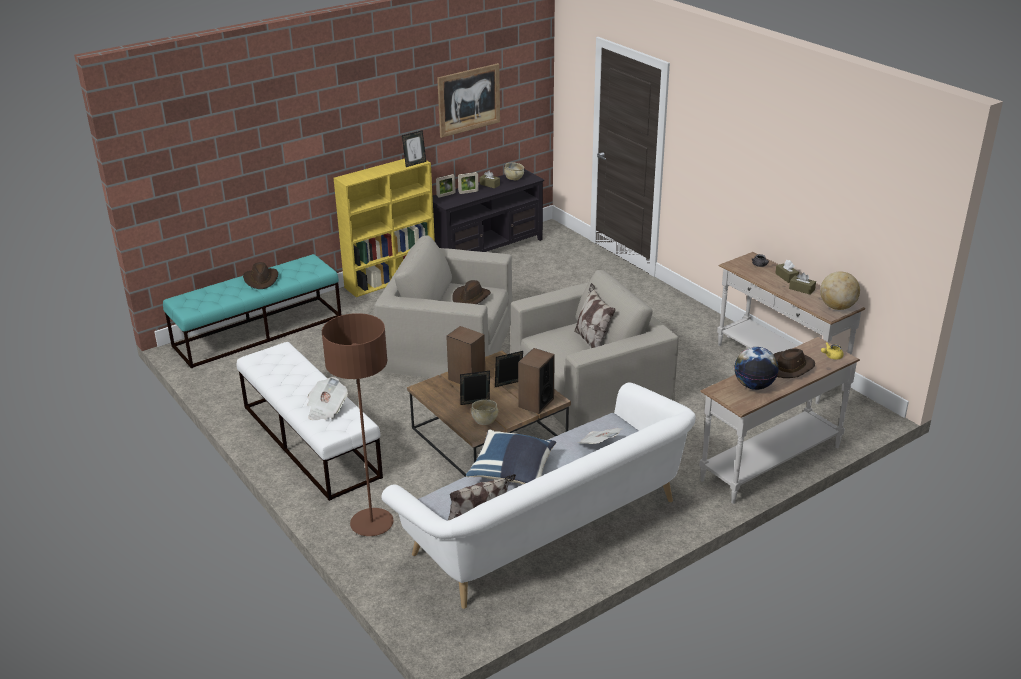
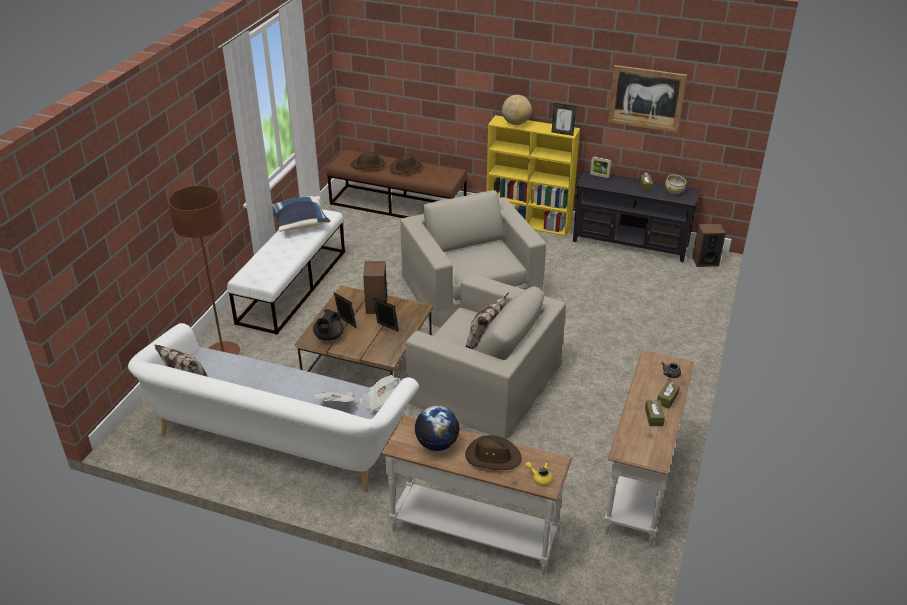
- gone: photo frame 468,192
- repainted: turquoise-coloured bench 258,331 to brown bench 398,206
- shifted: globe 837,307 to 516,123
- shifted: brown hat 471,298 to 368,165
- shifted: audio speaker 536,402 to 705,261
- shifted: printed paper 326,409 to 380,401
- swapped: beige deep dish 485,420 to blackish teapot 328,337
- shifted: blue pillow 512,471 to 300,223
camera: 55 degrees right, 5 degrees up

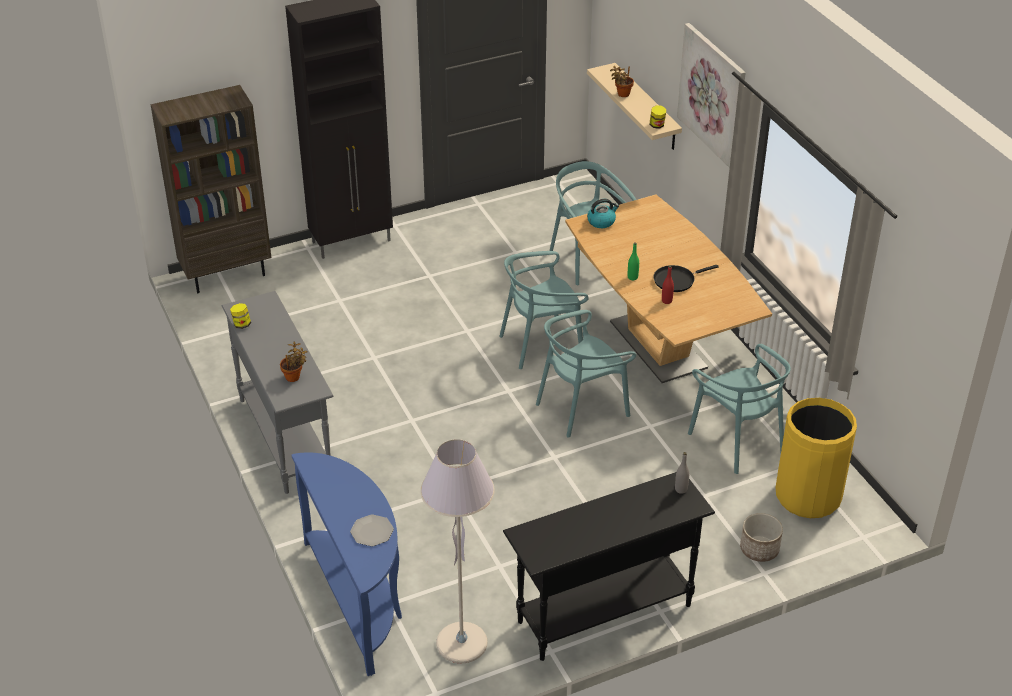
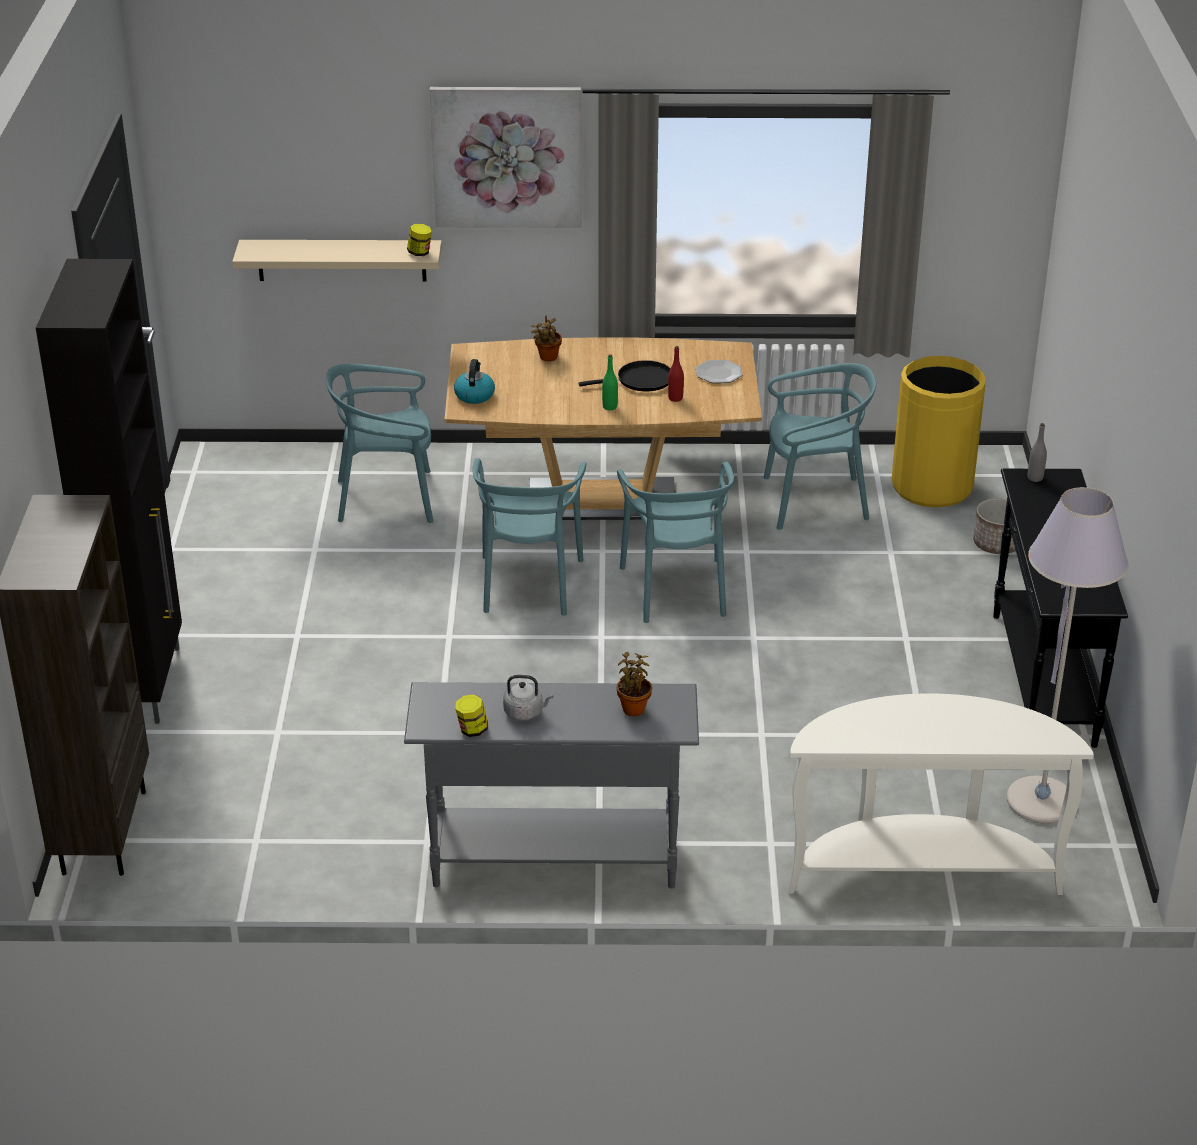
- shifted: plant in a pot 622,94 to 547,358
- rotated: blackish frying pan 676,280 = 640,380 105 degrees counterclockwise
- repainted: blue narrow table 359,599 to white narrow table 921,869
- shifted: plate 372,531 to 718,373
- new: gray tea kettle 525,713
camera: 65 degrees left, 5 degrees down

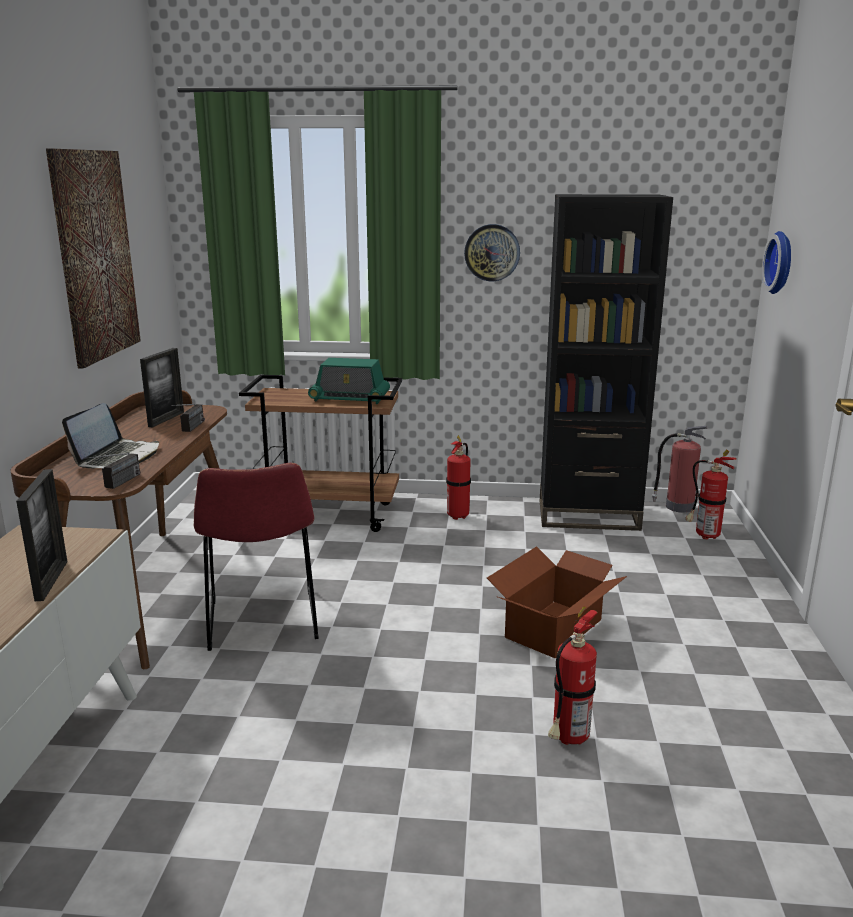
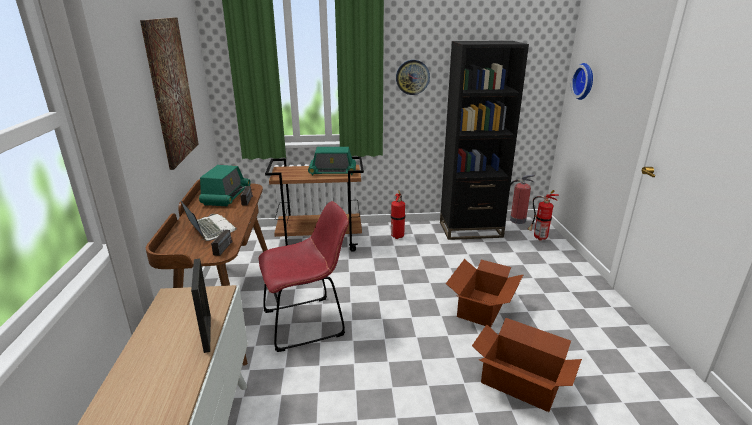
- swapped: photo frame 166,419 to radio 226,196
- rotated: notebook computer 118,457 = 209,229 45 degrees counterclockwise
- rotated: reddish chair 263,622 = 308,322 90 degrees counterclockwise
- swapped: fire-fighting cylinder 568,740 to cardboard box 519,382
camera: 10 degrees left, 5 degrees up

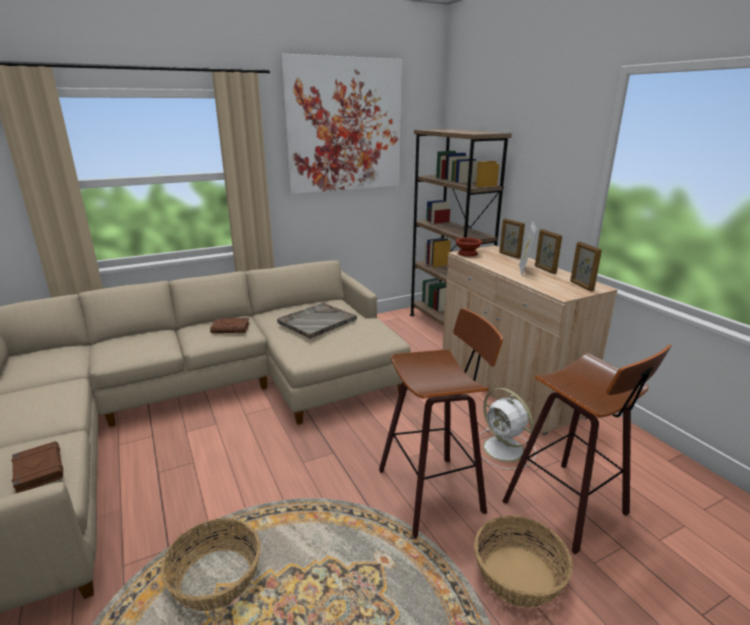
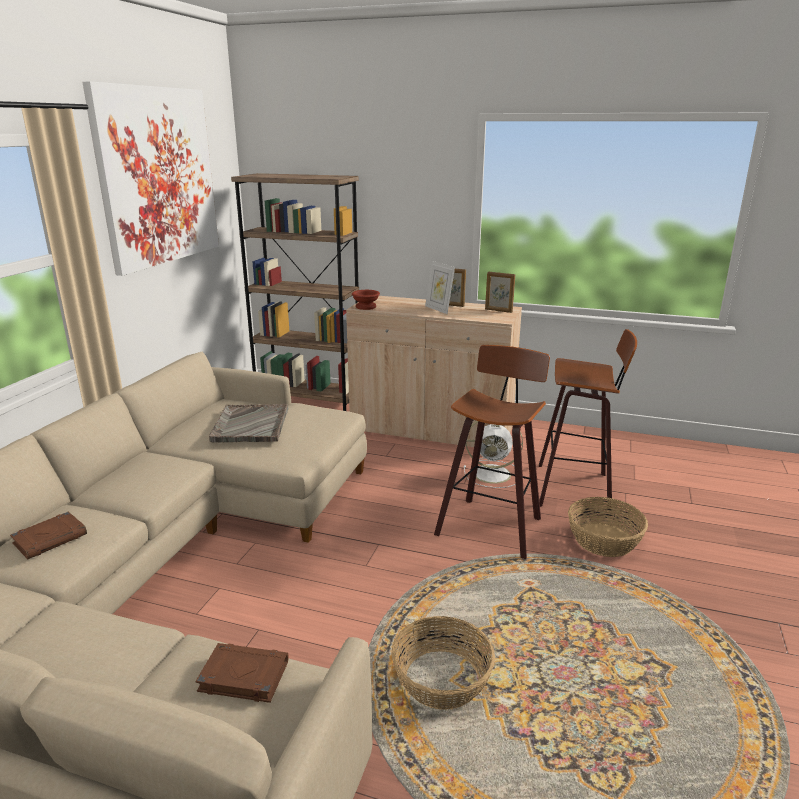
- gone: photo frame 509,255
- shifted: brown bound book 231,328 to 51,539
camera: 45 degrees left, 0 degrees up

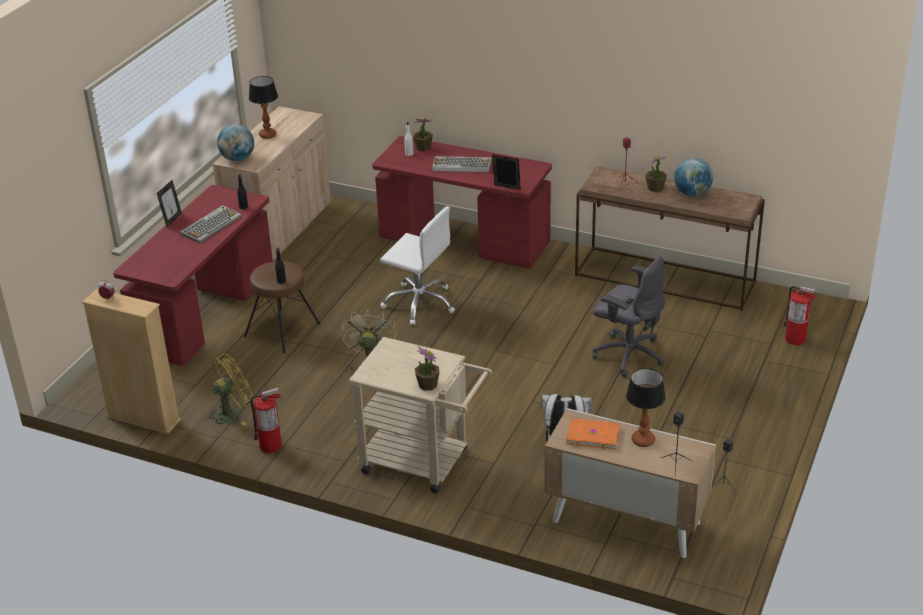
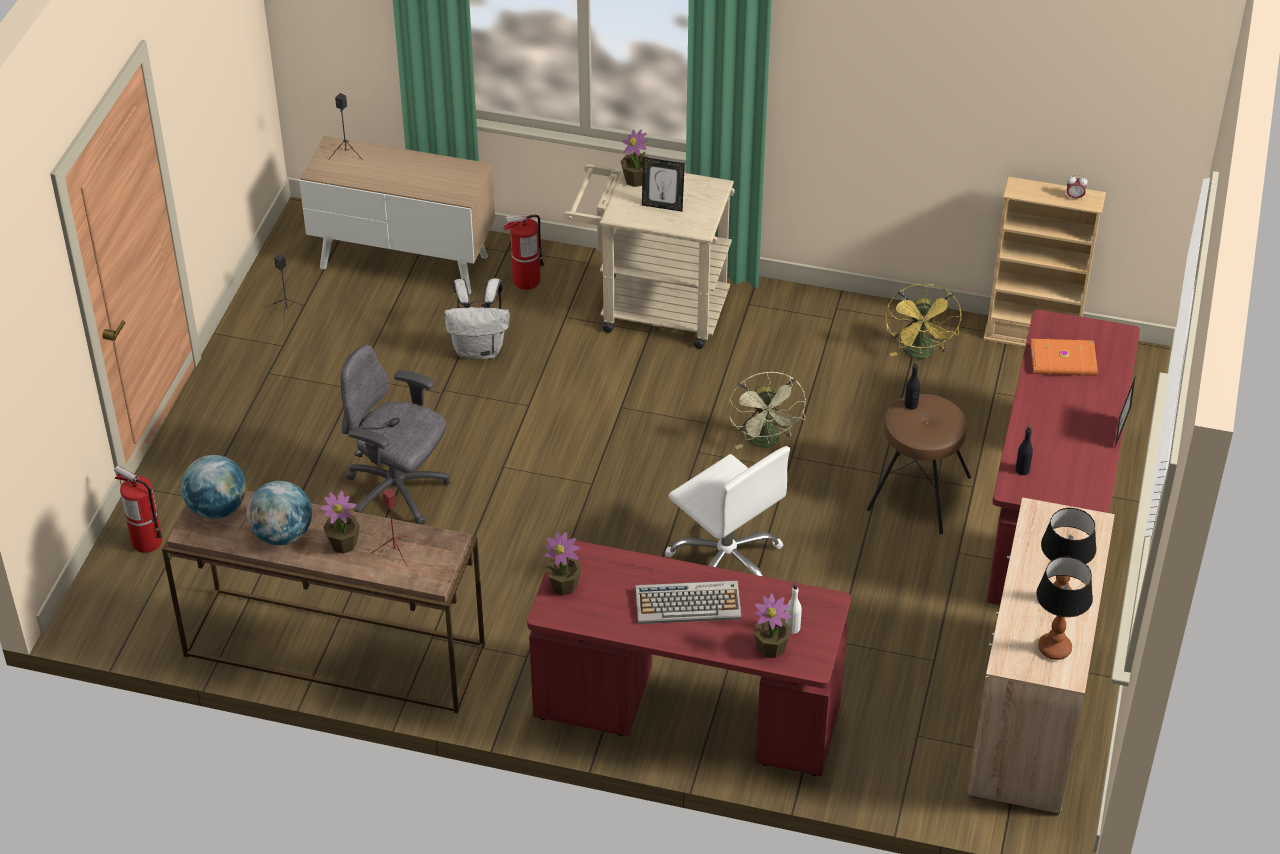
- shifted: globe 237,159 to 217,508
- shifted: photo frame 506,188 to 662,206
- gone: PC keyboard 211,225
- rotated: white desk chair 420,303 = 727,563 150 degrees counterclockwise
- rotated: yellow fan 232,414 = 920,353 45 degrees counterclockwise
- shifted: lamp for a table 643,440 to 1053,648
- shifted: fire-fighting cylinder 271,446 to 526,281
- shifted: orangey bound book 592,435 to 1063,361
- new: plant in a pot 564,585
camera: 170 degrees right, 10 degrees up

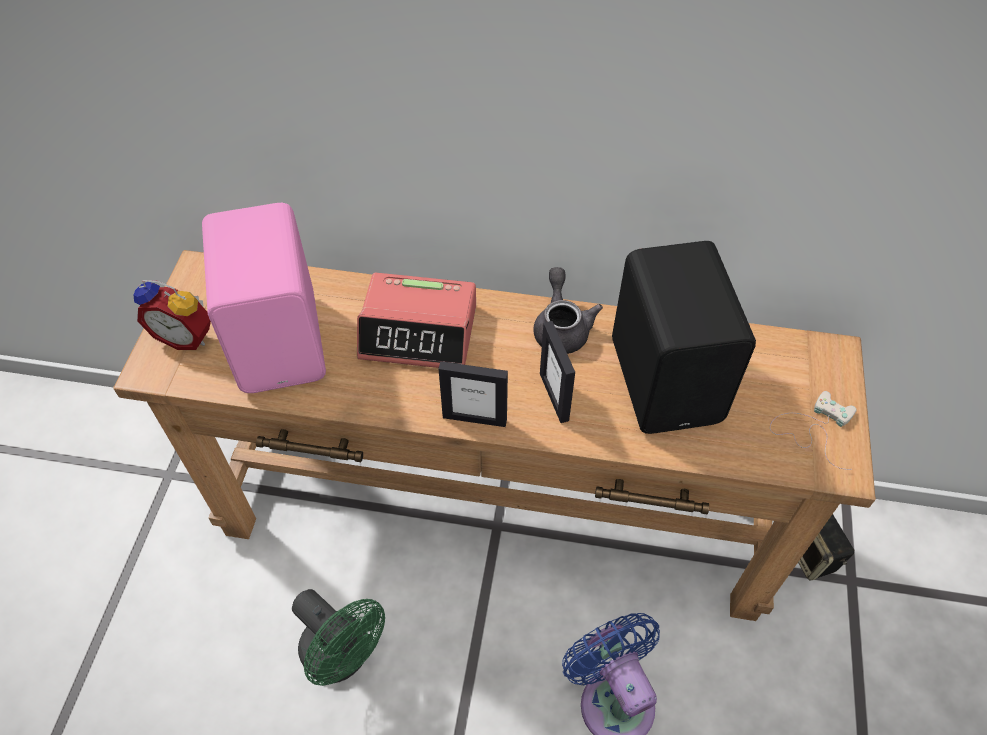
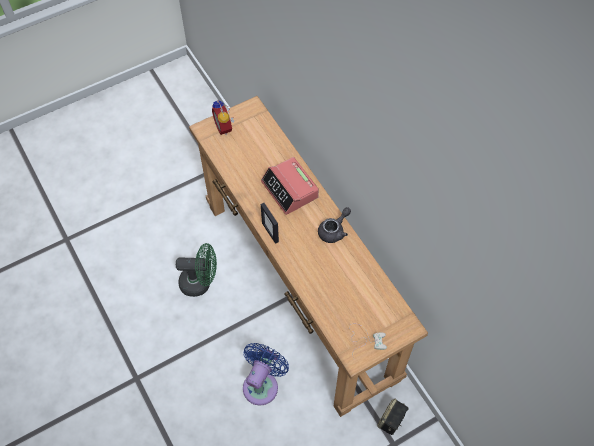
- gone: pink-coloured audio speaker 283,341
- gone: blackish audio speaker 668,379
- gone: photo frame 554,396
- rotated: greenish fan 344,656 = 200,283 90 degrees counterclockwise
camera: 50 degrees right, 5 degrees up

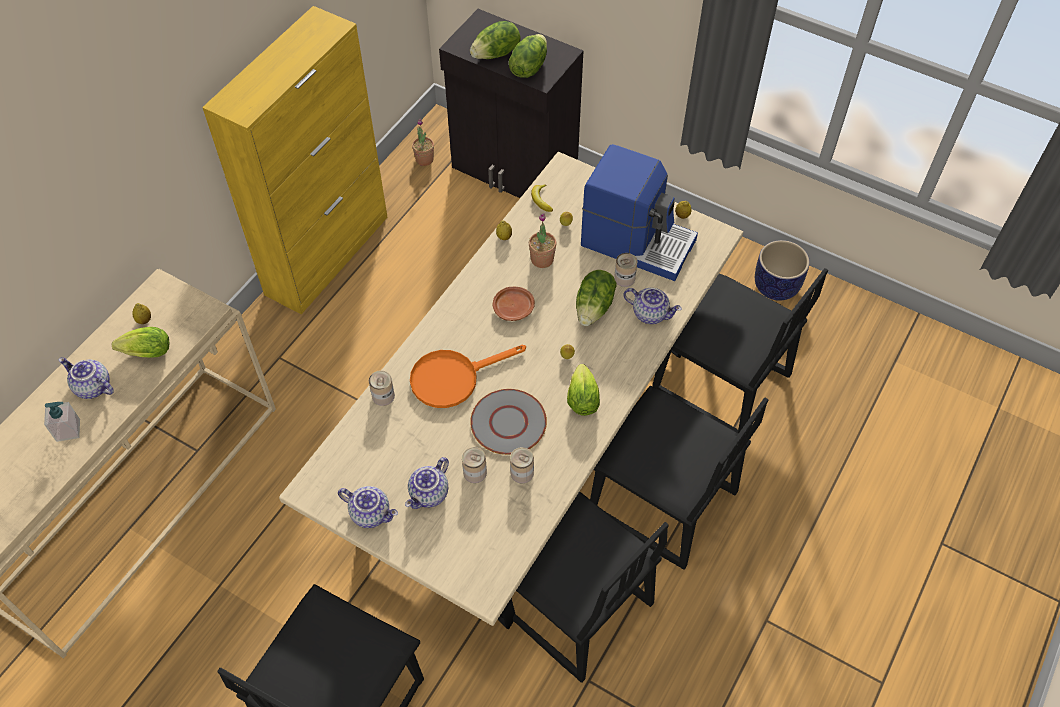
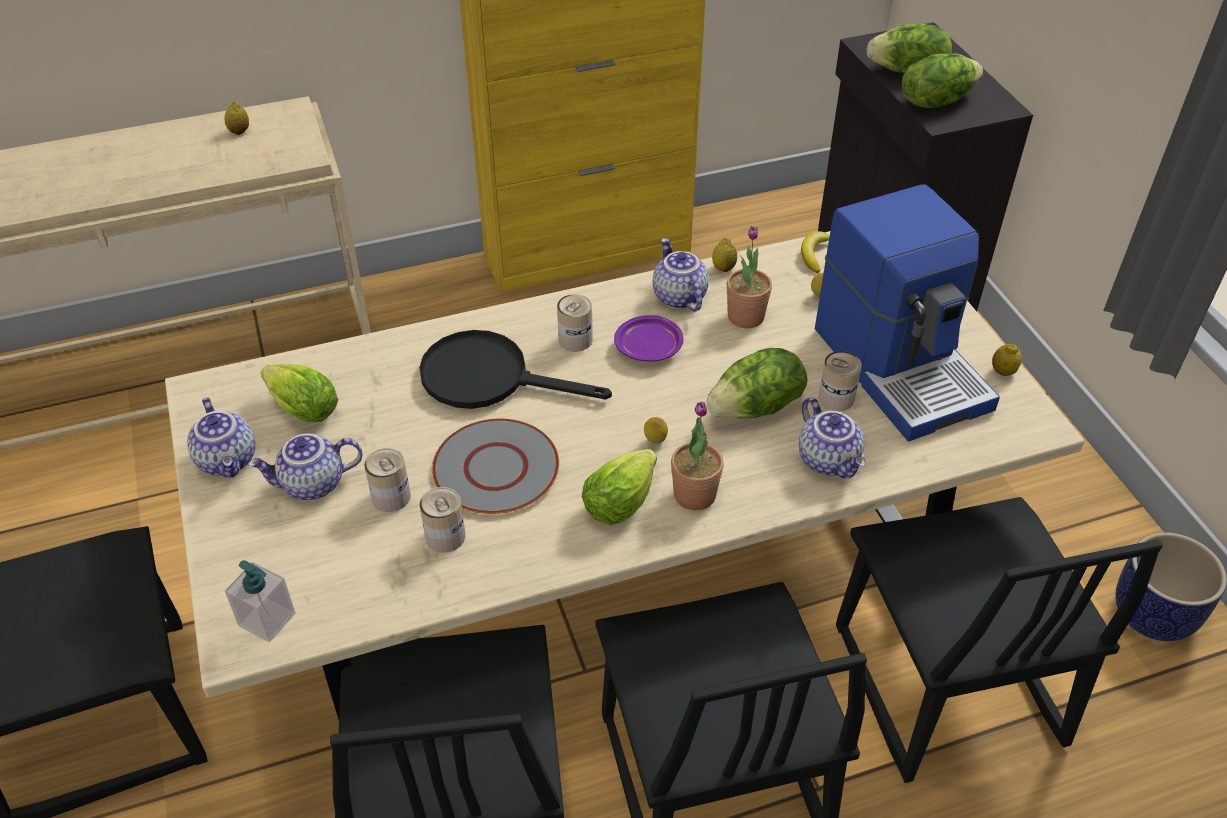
- shifted: plant in a pot 424,159 to 694,494
- repainted: brown plate 513,308 to purplish plate 649,348
- shifted: lettuce 144,353 to 300,407
- repainted: orangey frying pan 453,377 to blackish frying pan 490,378
- shifted: teapot 92,387 to 678,297
- shifted: metal can 383,396 to 575,340
- shifted: liquid soap bottle 68,430 to 267,620
camera: 40 degrees right, 10 degrees down

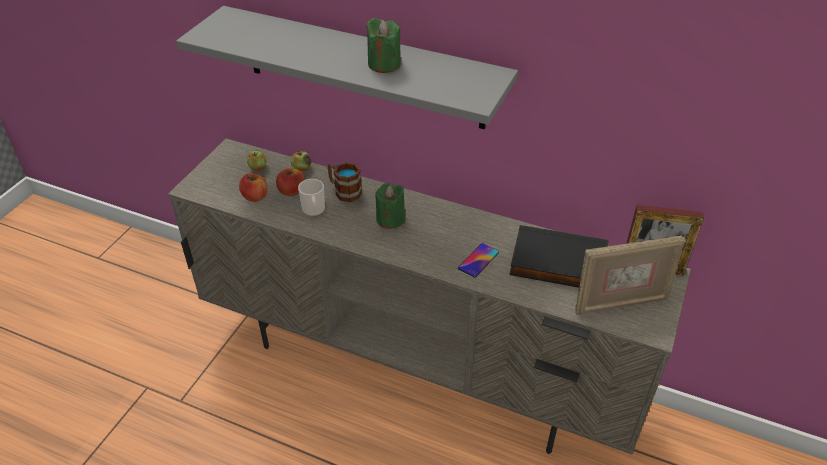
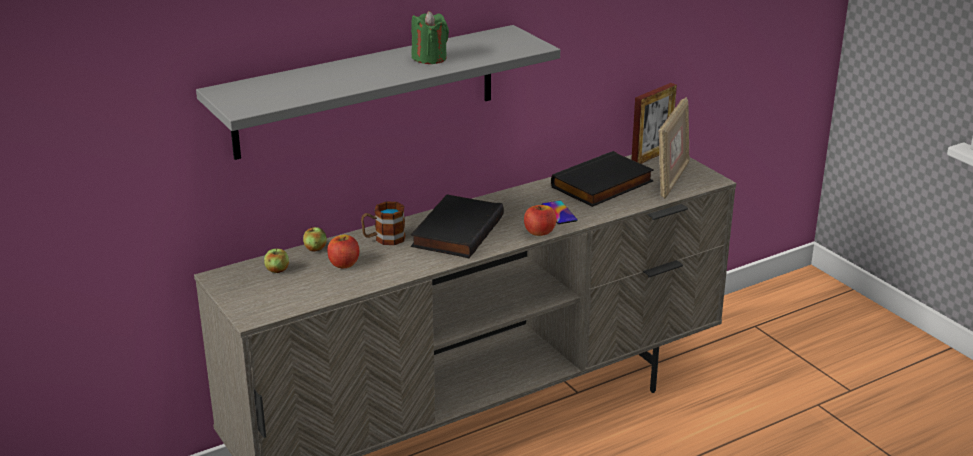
- shifted: whole apple 255,196 to 539,232
- gone: coffee mug 314,211
- swapped: greenish candle 390,219 to blackish bound book 456,231
camera: 55 degrees left, 15 degrees down

